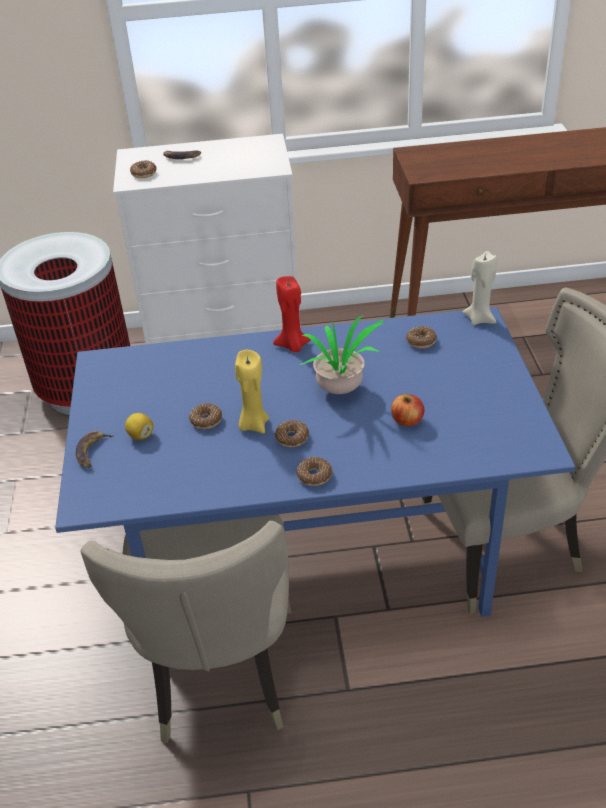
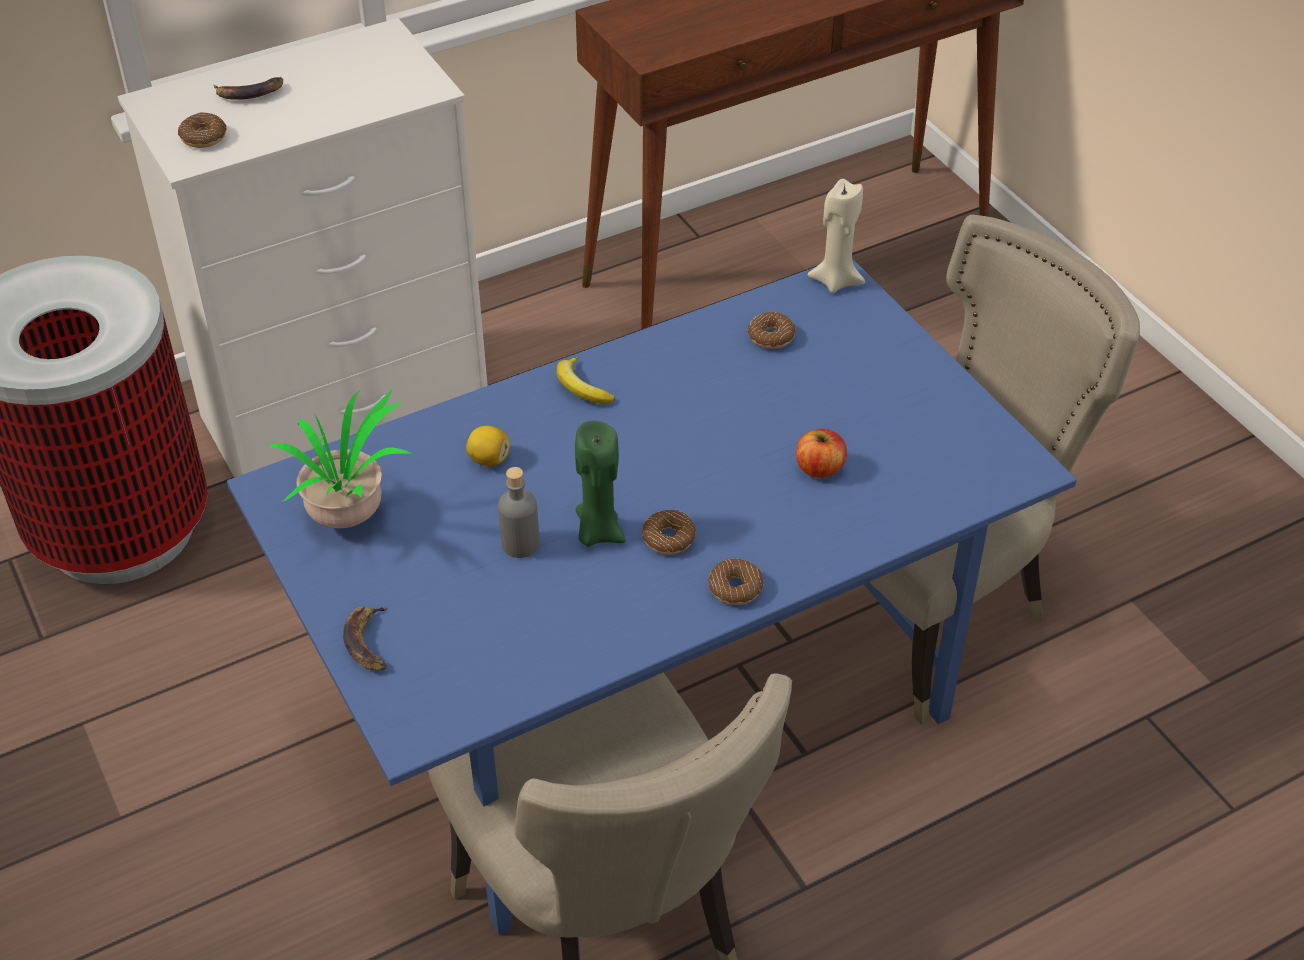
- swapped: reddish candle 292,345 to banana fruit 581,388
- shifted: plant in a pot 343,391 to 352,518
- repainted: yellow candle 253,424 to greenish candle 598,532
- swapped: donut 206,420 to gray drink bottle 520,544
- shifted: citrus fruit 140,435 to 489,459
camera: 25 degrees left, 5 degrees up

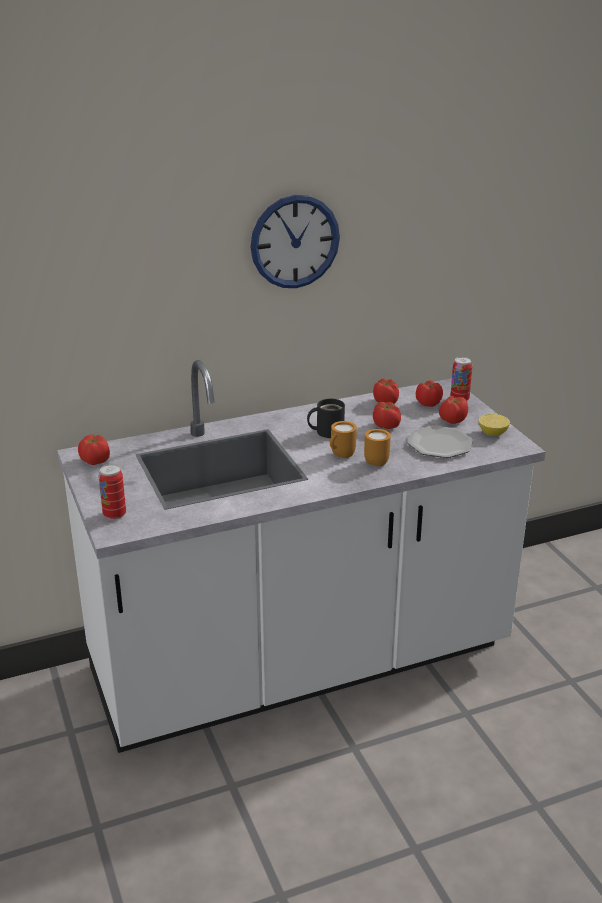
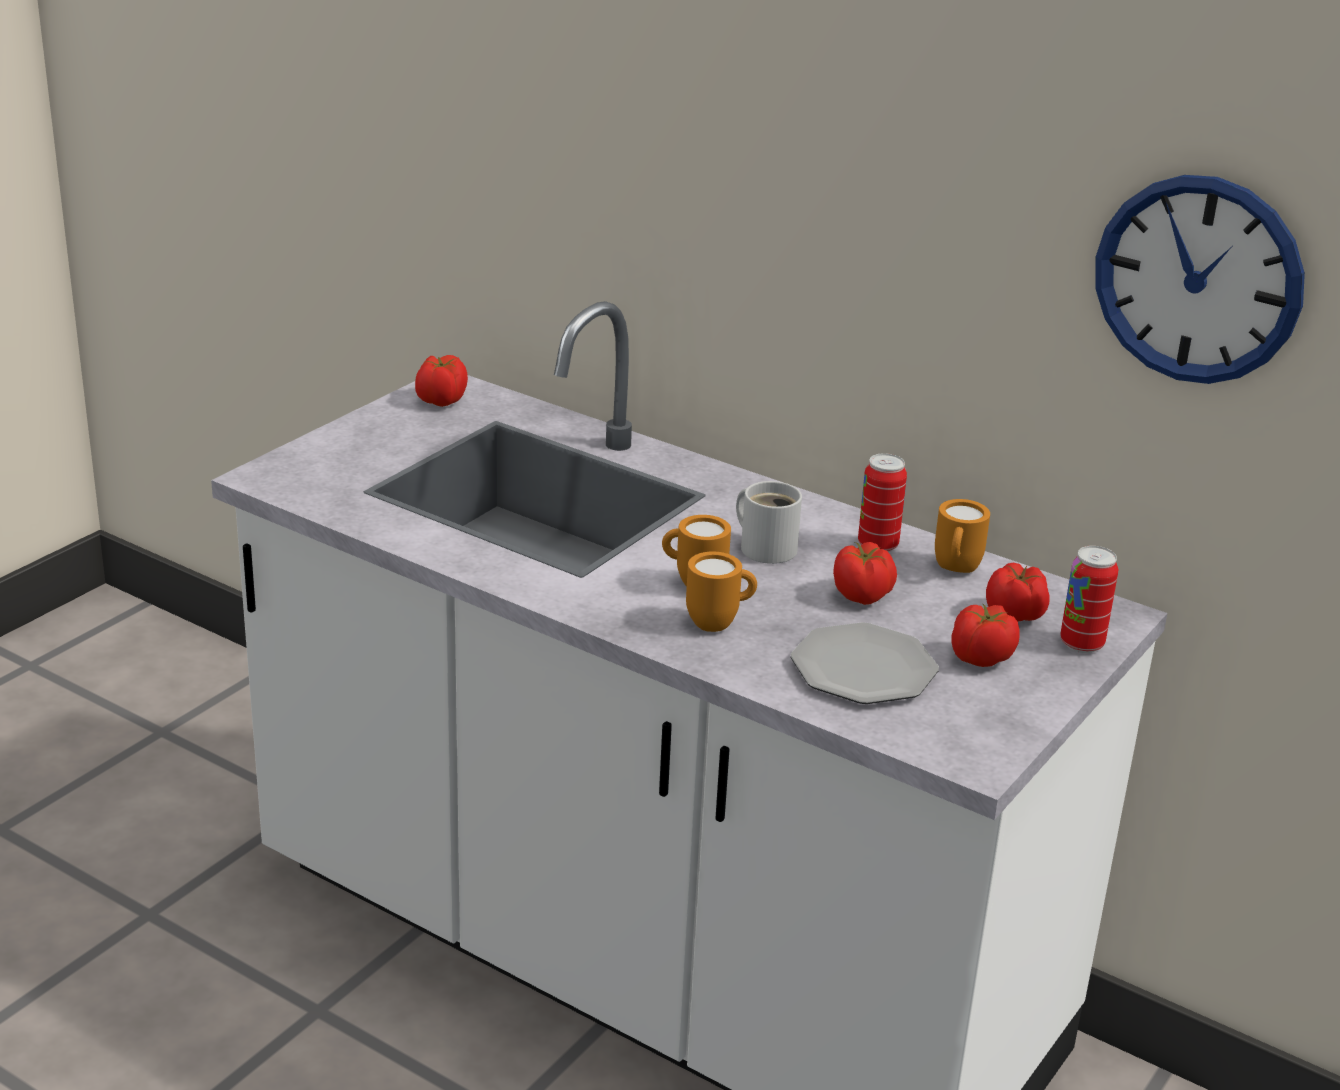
- shifted: clock on the wall 295,242 to 1198,279
- swapped: fresh tomato 386,402 to orangey coffee mug 955,570
- repainted: blackish coffee mug 327,431 to white coffee mug 766,546
- gone: citrus fruit 492,433
- shifted: metal can 114,515 to 877,545
camera: 55 degrees right, 0 degrees up

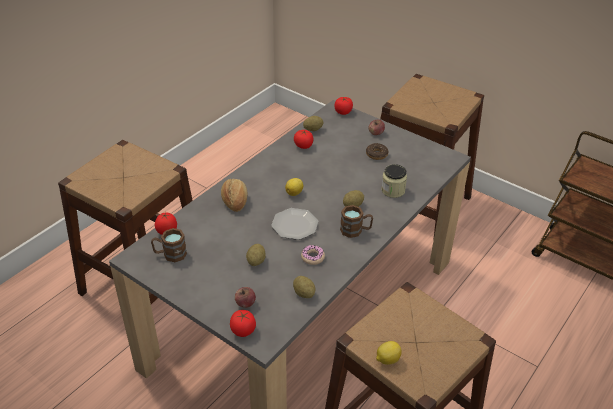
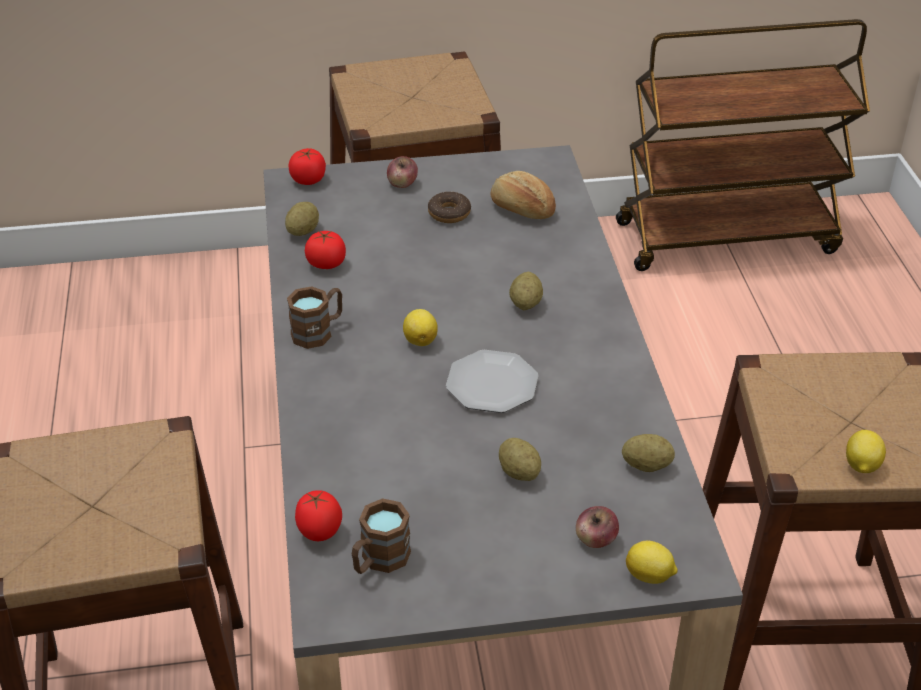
- gone: jar 393,190
- shifted: bread 234,201 to 521,209
- shifted: brown coffee mug 355,230 to 318,331
- gone: donut 312,257
- swapped: fresh tomato 243,330 to citrus fruit 649,576
camera: 45 degrees left, 0 degrees up

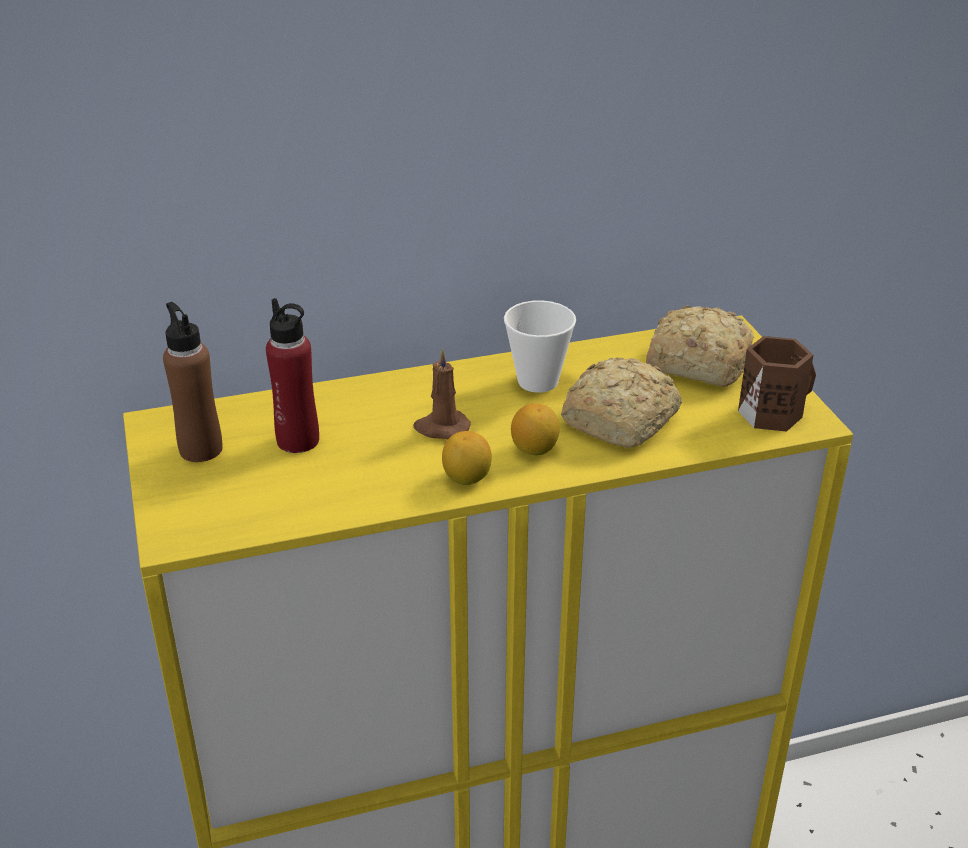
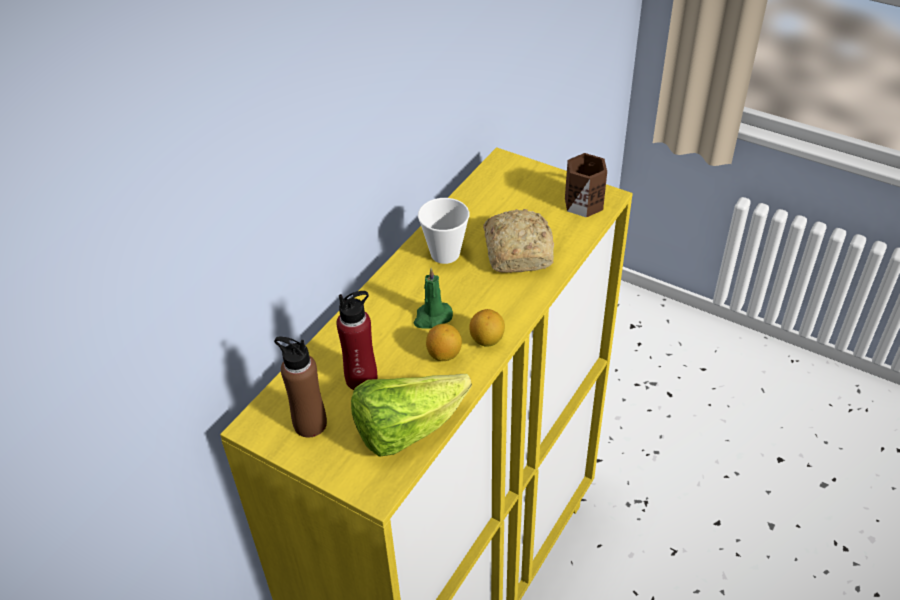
- gone: bread 696,363
- repainted: brown candle 441,428 to greenish candle 432,317
- shifted: citrus fruit 535,449 to 444,354
- new: lettuce 406,429
camera: 40 degrees left, 10 degrees up

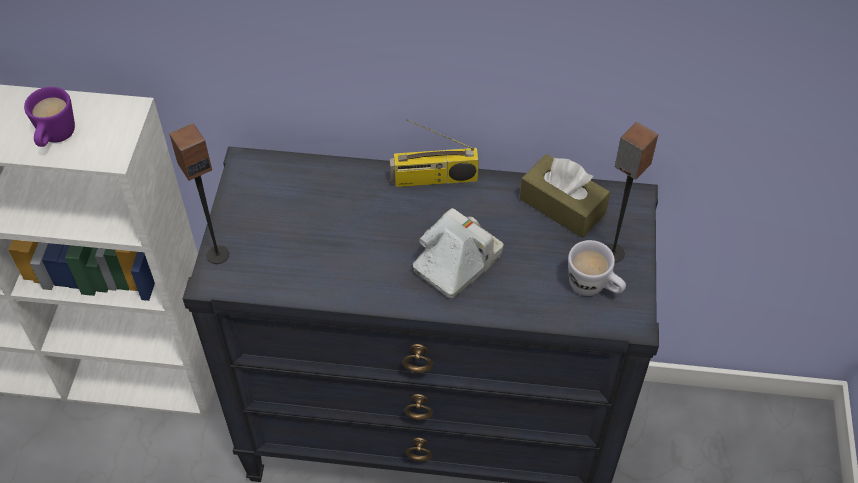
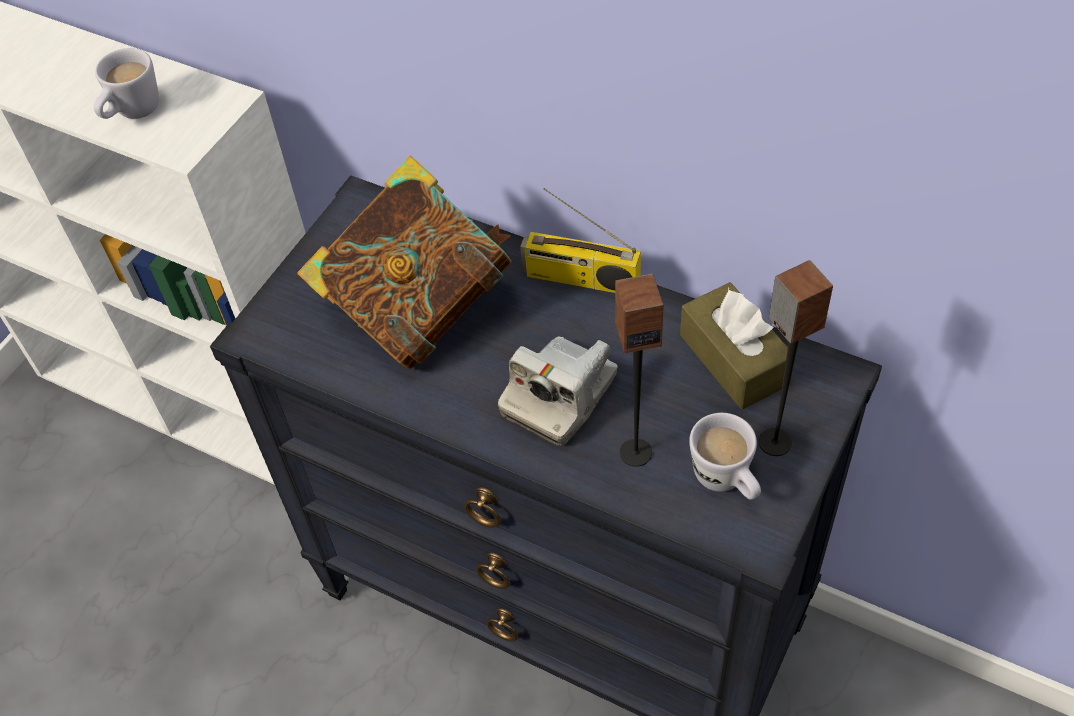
- repainted: purplish coffee mug 55,138 to white coffee mug 132,113
- shifted: audio speaker 217,254 to 635,452
- rotated: still camera 457,263 = 559,396 150 degrees clockwise
- new: bound book 418,308
camera: 25 degrees right, 0 degrees up

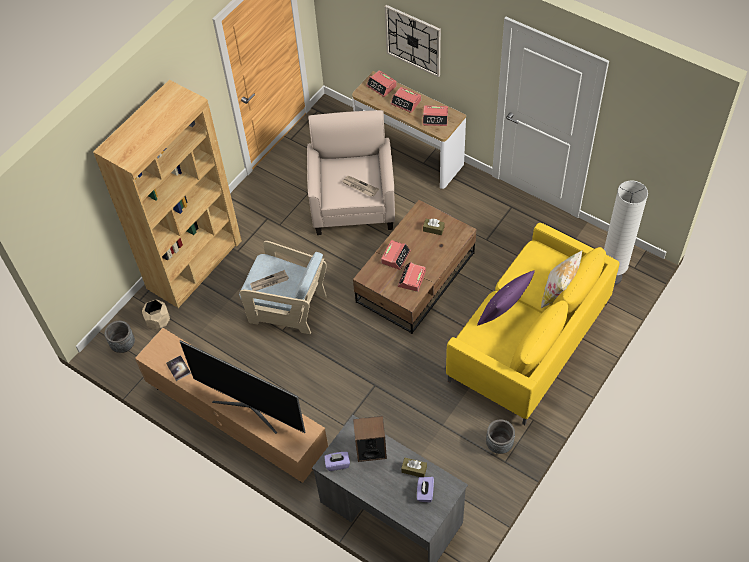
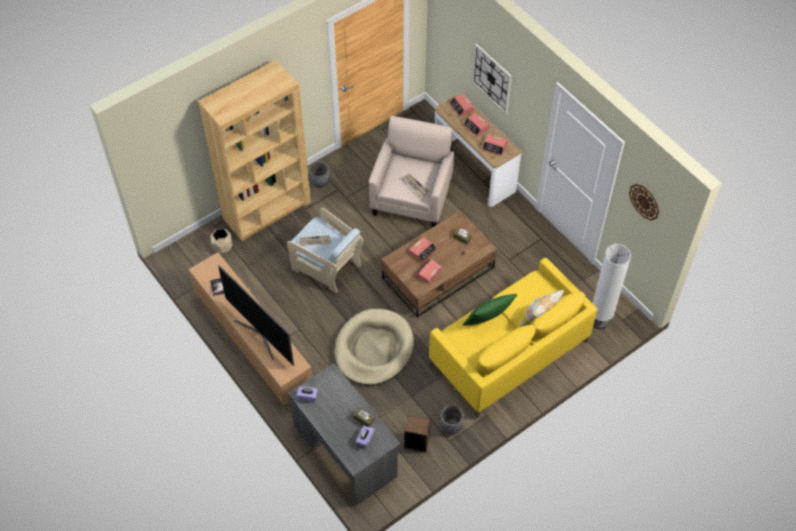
- repainted: purplish pillow 503,312 to greenish pillow 488,321
- shifted: gray planter 123,345 to 320,182
- shifted: audio speaker 371,450 to 416,442
- new: clock on the wall 644,201
- new: beige dog cushion 374,349
camera: 15 degrees right, 0 degrees up

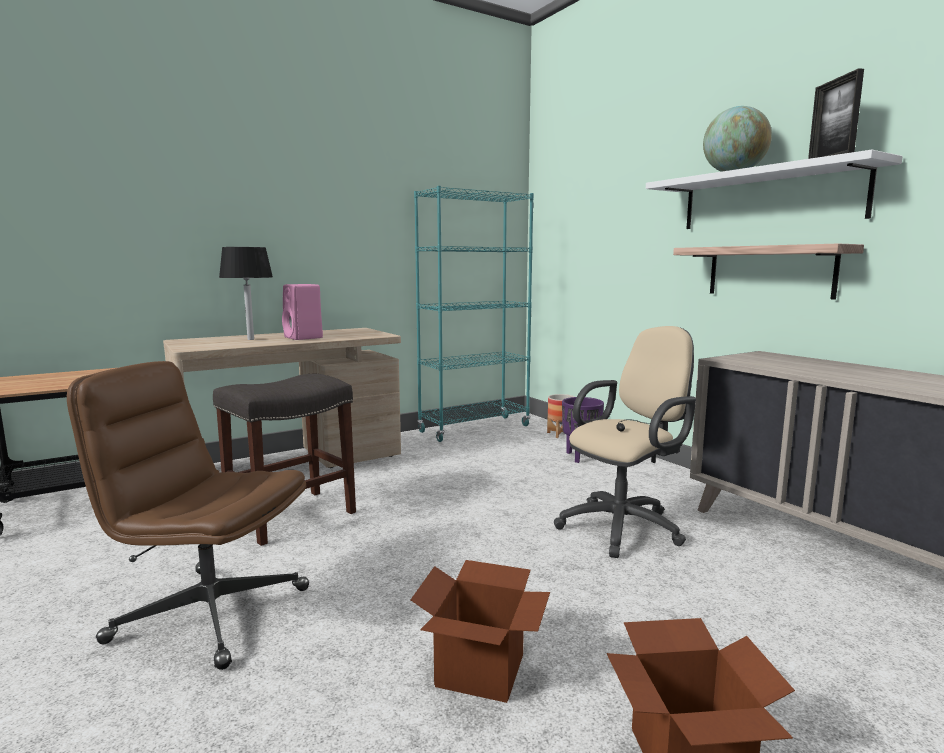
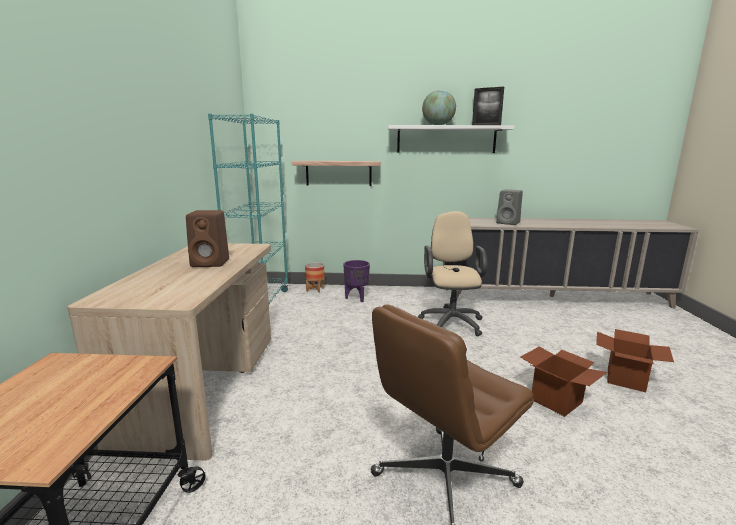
- shifted: shelf 769,271 to 338,173
- gone: blackish lamp for a table 250,339
- repainted: pink-coloured audio speaker 304,337 to brown audio speaker 211,263
- gone: gray sitting stool 290,517
- new: gray audio speaker 509,223
camera: 55 degrees left, 5 degrees up

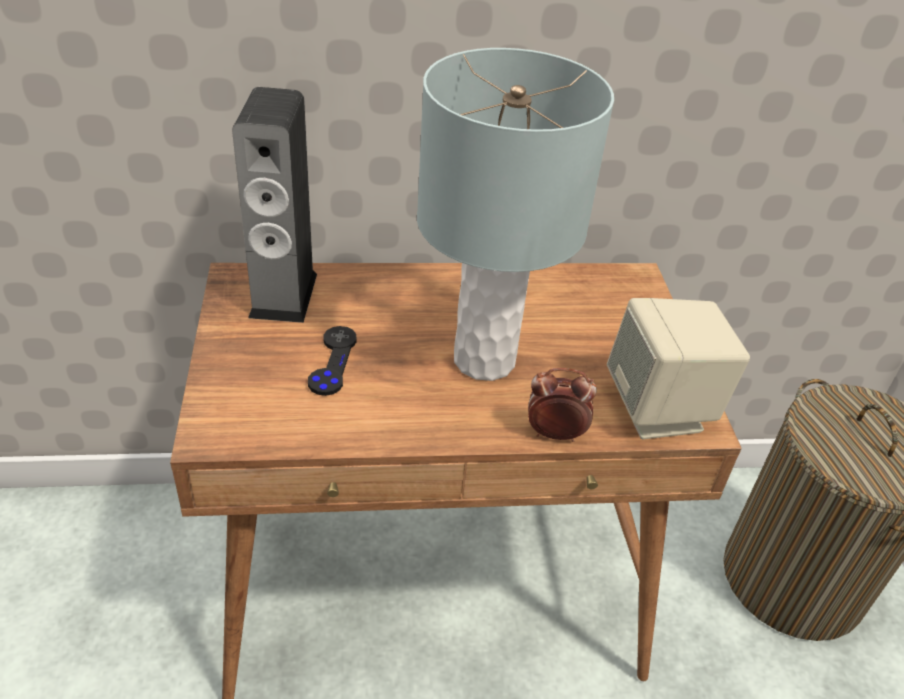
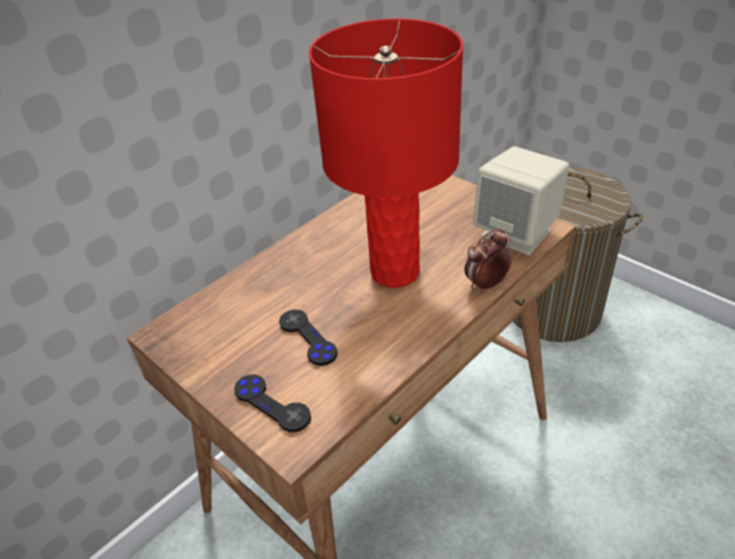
- repainted: gray lamp for a table 483,360 to reddish lamp for a table 395,272
- gone: audio speaker 283,295
- new: blackish gamepad 272,404
camera: 35 degrees left, 0 degrees up

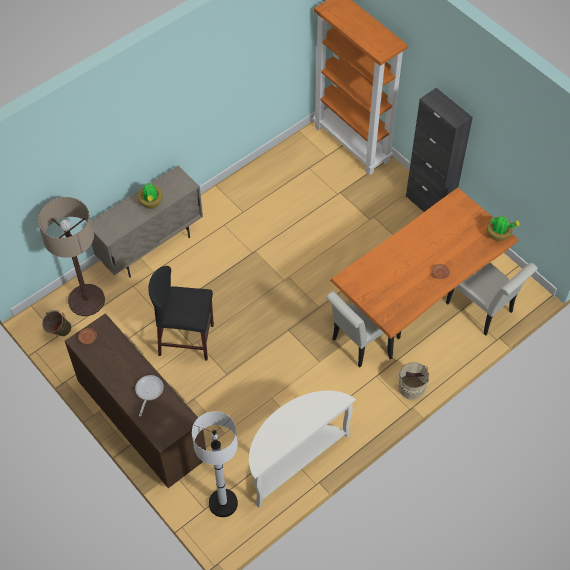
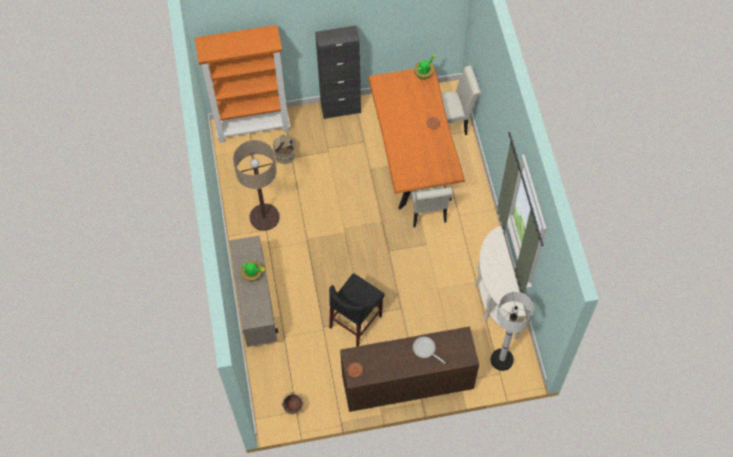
- shifted: standard lamp 86,300 to 264,217
- shifted: beige water bucket 411,387 to 284,155
camera: 60 degrees left, 5 degrees up

